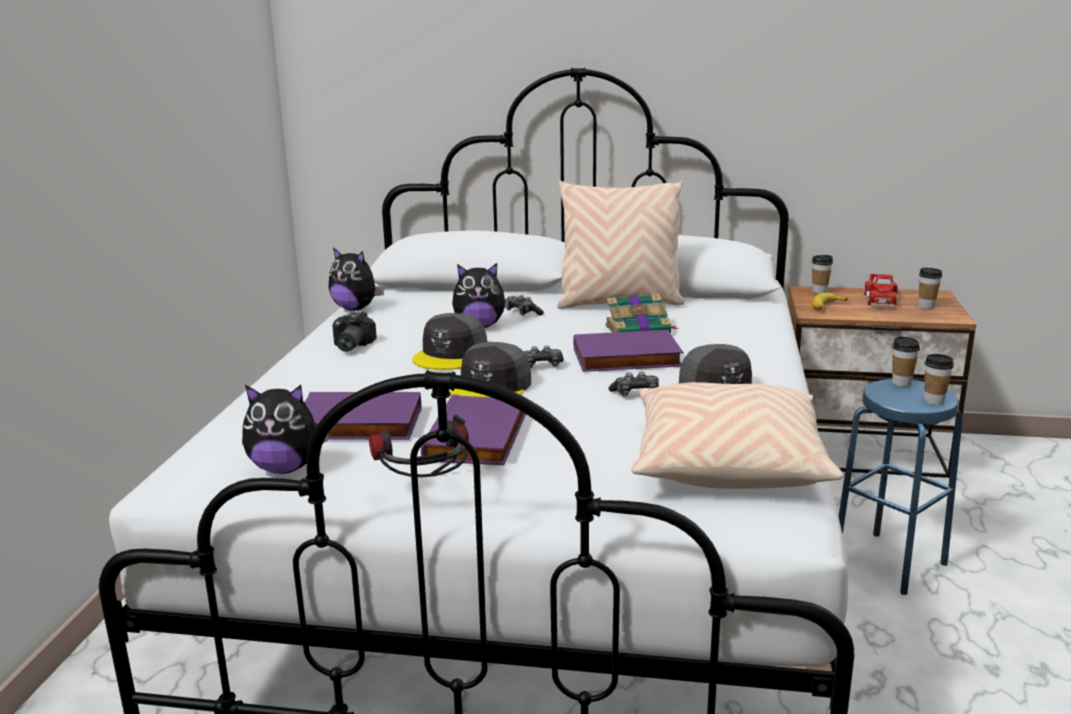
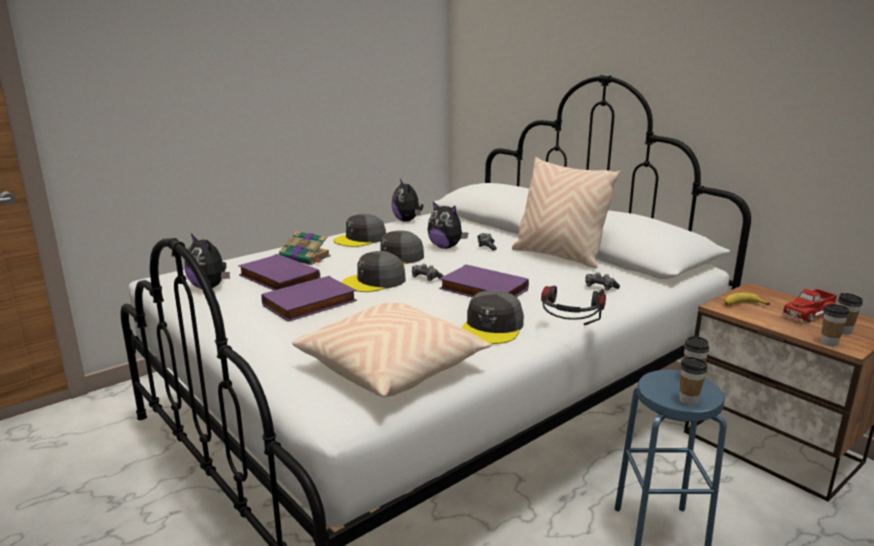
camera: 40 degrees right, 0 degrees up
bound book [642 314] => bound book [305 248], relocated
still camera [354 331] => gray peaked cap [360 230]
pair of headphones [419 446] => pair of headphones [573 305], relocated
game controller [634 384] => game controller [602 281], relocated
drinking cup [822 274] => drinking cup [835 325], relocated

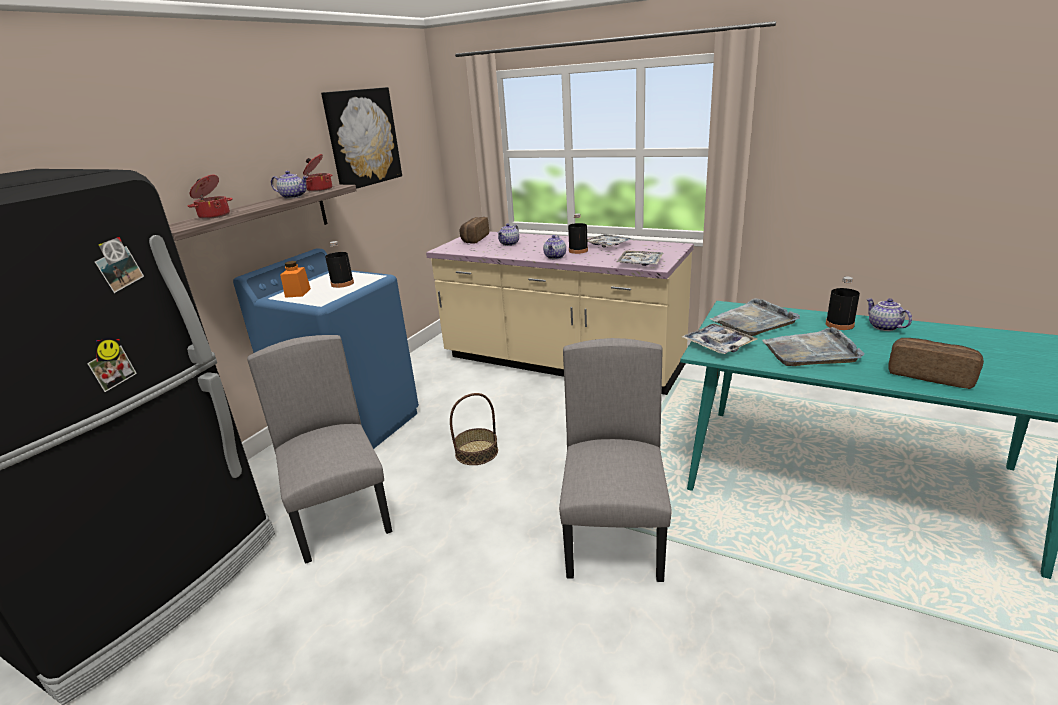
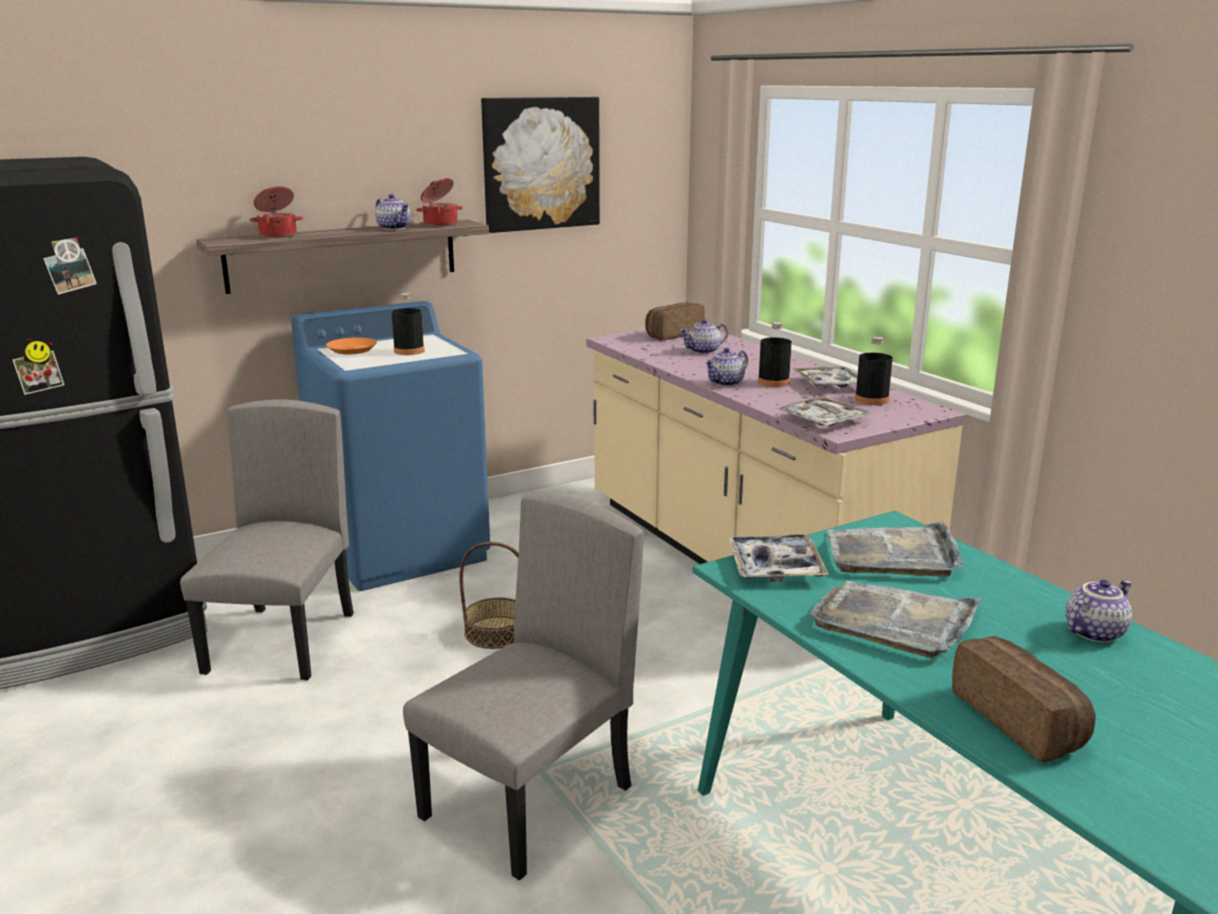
camera: 30 degrees right, 5 degrees down
orange jar [295 279] => orange plate [351 345]
black bottle [843 303] => black bottle [874 370], relocated
pot for tea [889 314] => pot for tea [1099 611], 45 degrees clockwise

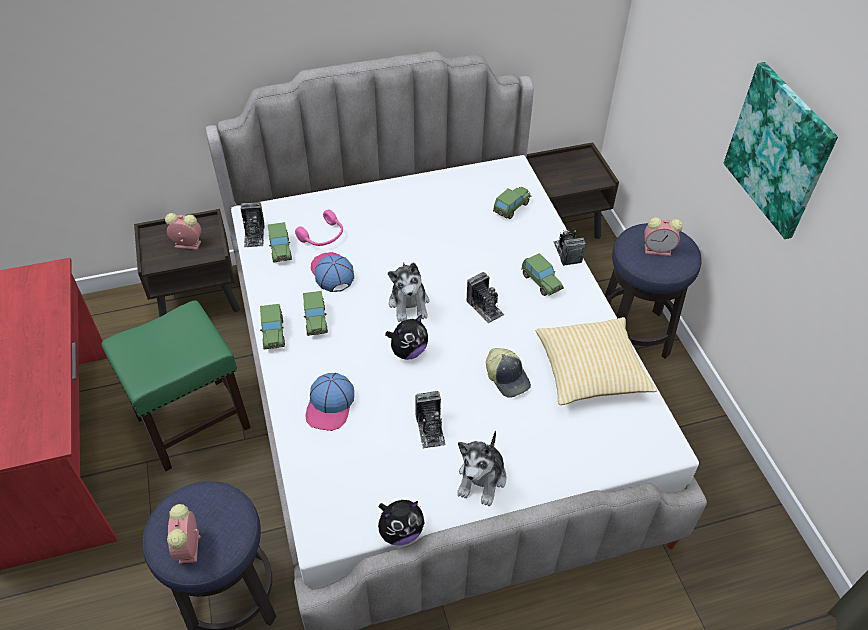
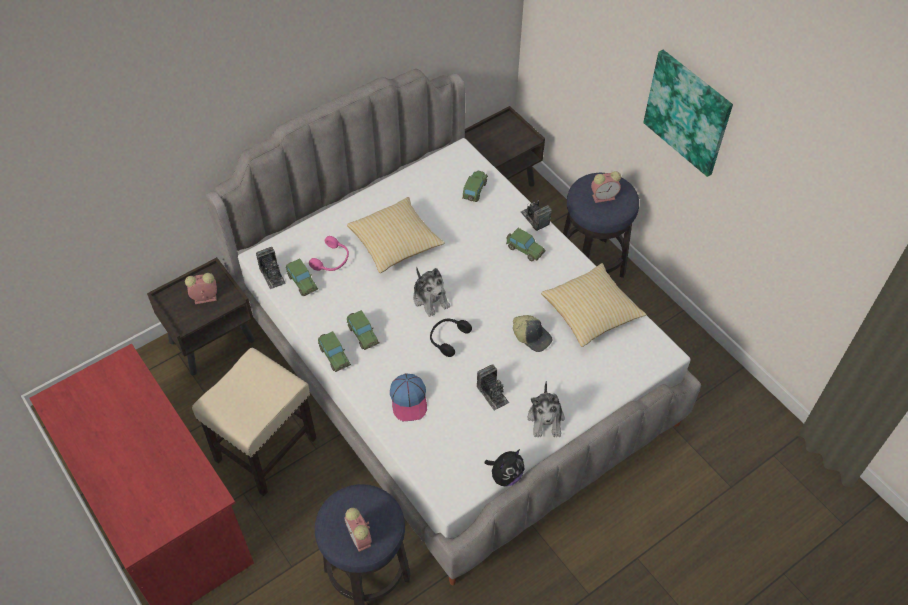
camera: 20 degrees left, 5 degrees up
green-coloured stool seat [176 385] => sand-coloured stool seat [254 422]
nothing => cushion [396 235]
plush toy [406 337] => black pair of headphones [451 338]
peaked cap [332 272] => nothing
still camera [485 298] => nothing

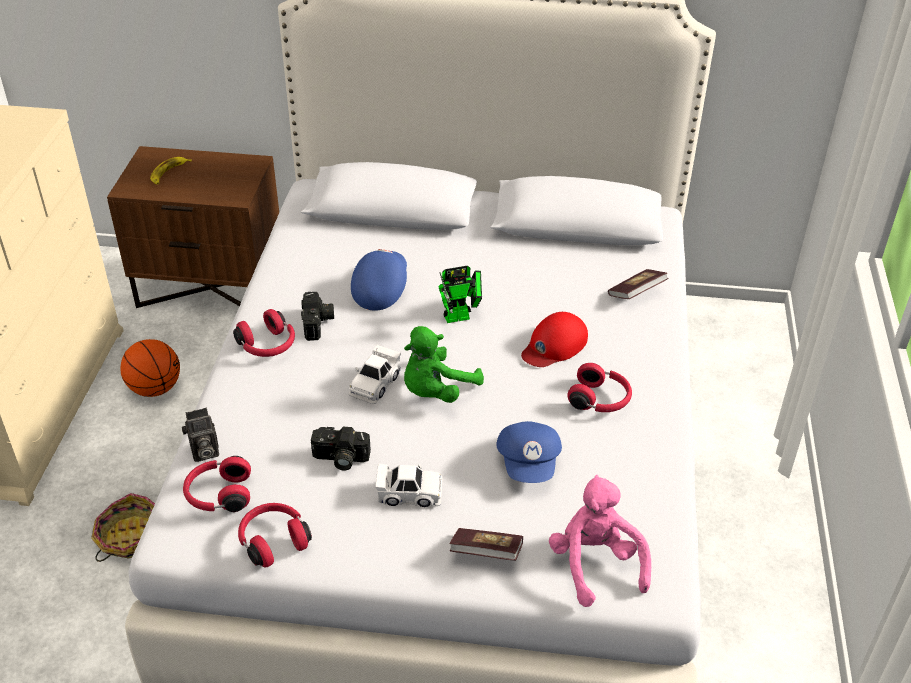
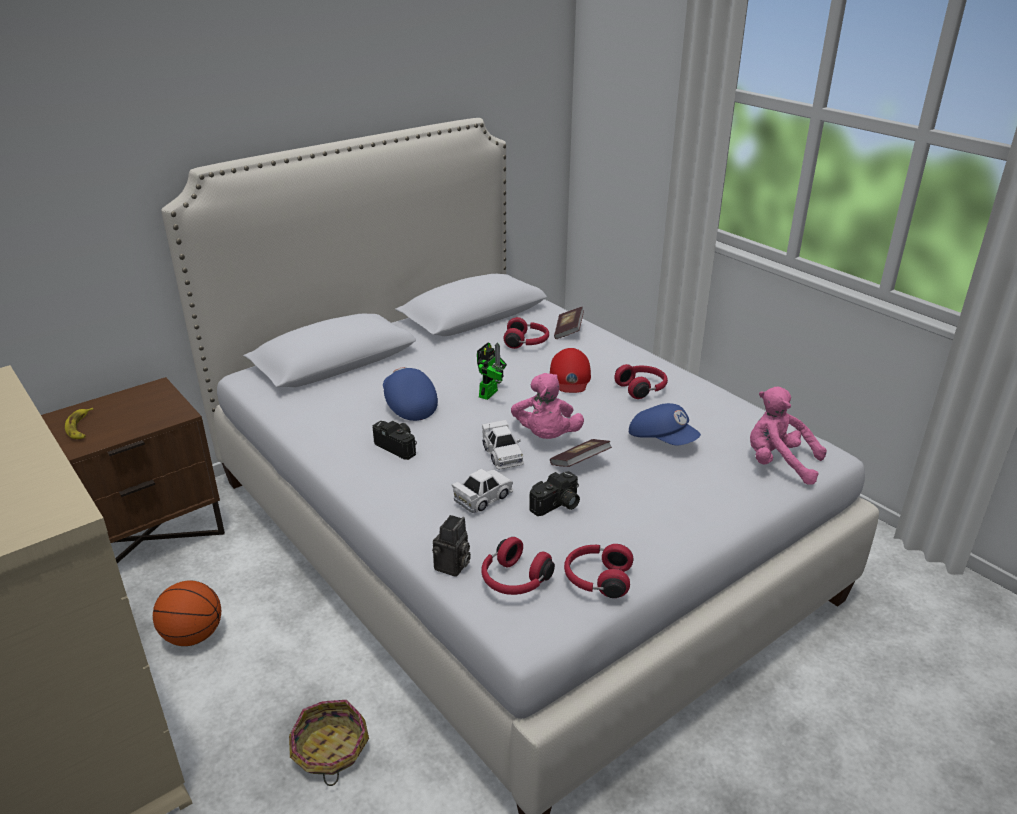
camera: 45 degrees left, 10 degrees down
white-coloured toy car [409 485] => white-coloured toy car [482 491], relocated
reddish pair of headphones [264 333] => reddish pair of headphones [526 333], relocated
green-coloured plush toy [444 364] => pink plush toy [547 406]
bound book [486 544] => bound book [581 453], relocated

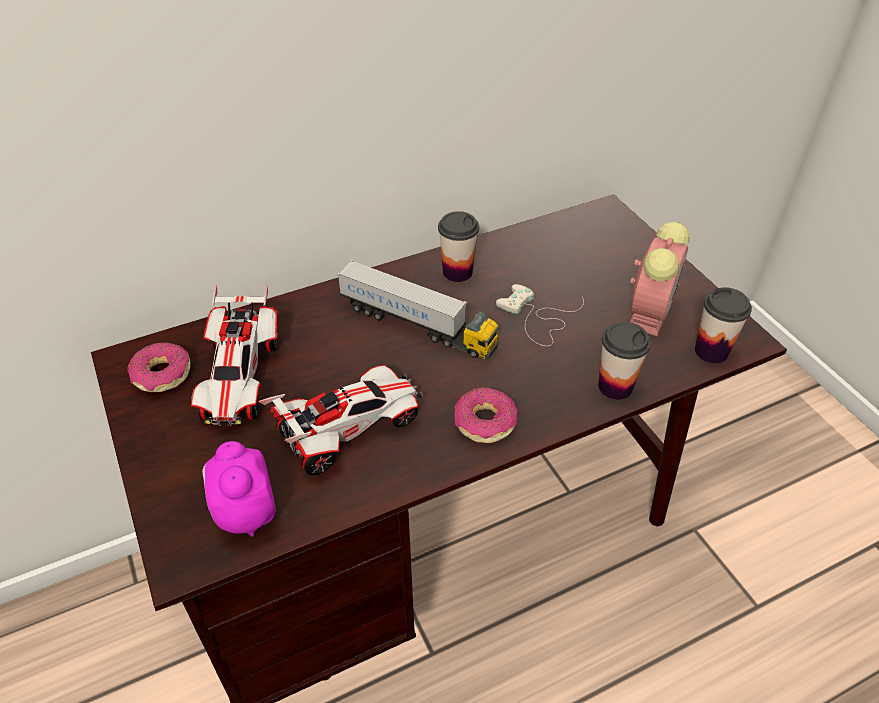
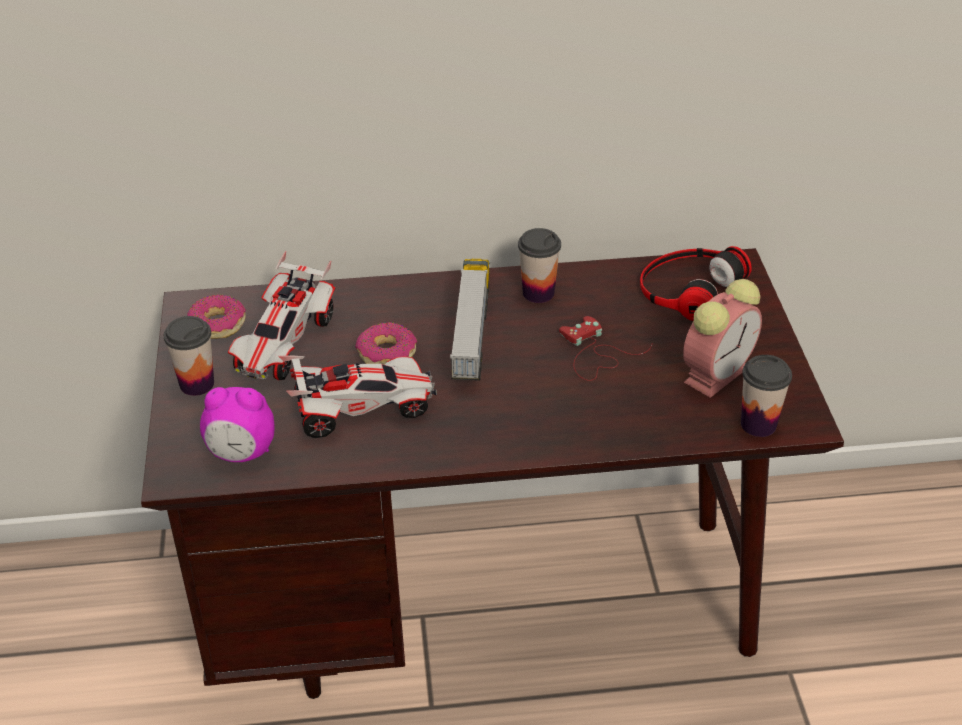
camera: 20 degrees right, 5 degrees down
drinking cup [624 361] => drinking cup [189 356], relocated
alarm clock [239 489] => alarm clock [237 424], 90 degrees counterclockwise
doughnut [486 415] => doughnut [386 343], relocated
toy lorry [418 310] => toy lorry [470 320], 135 degrees counterclockwise
white-coloured game controller [540 315] => reddish game controller [606 348]
nothing => pair of headphones [696 283]

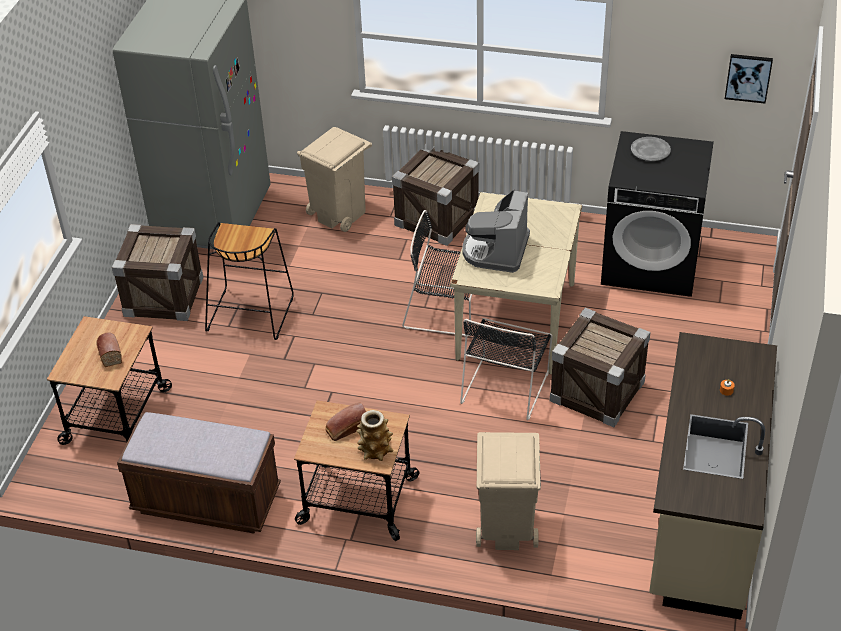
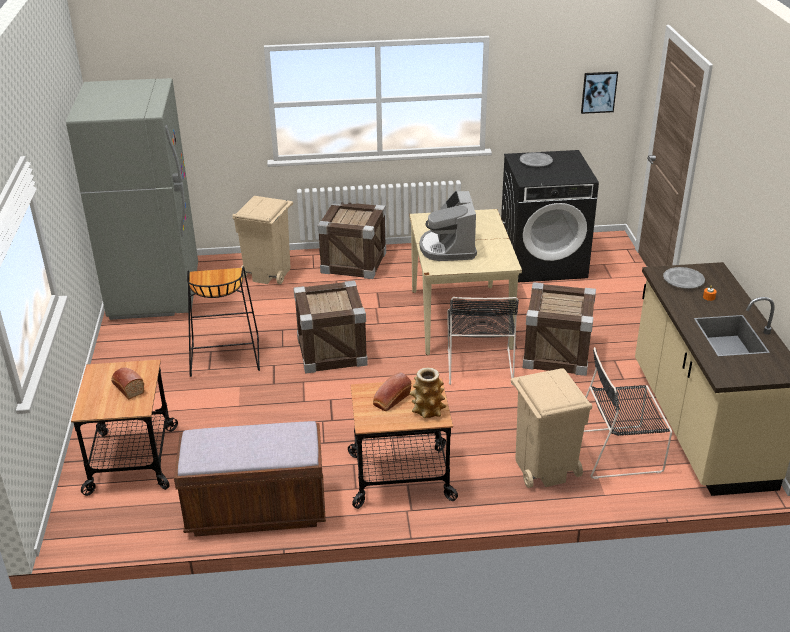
camera: 20 degrees left, 10 degrees down
packing crate [157 272] => packing crate [331 327], relocated
black chair [437 273] => black chair [628 413], relocated
nothing => gray plate [684 278]

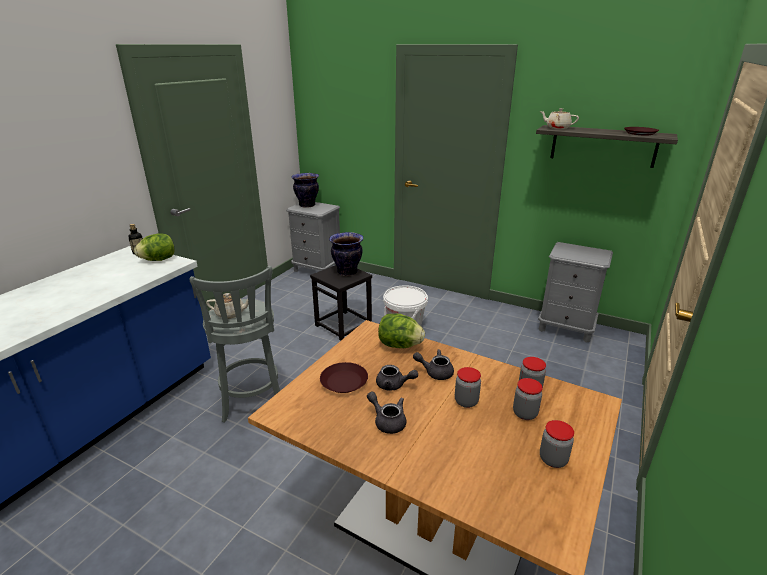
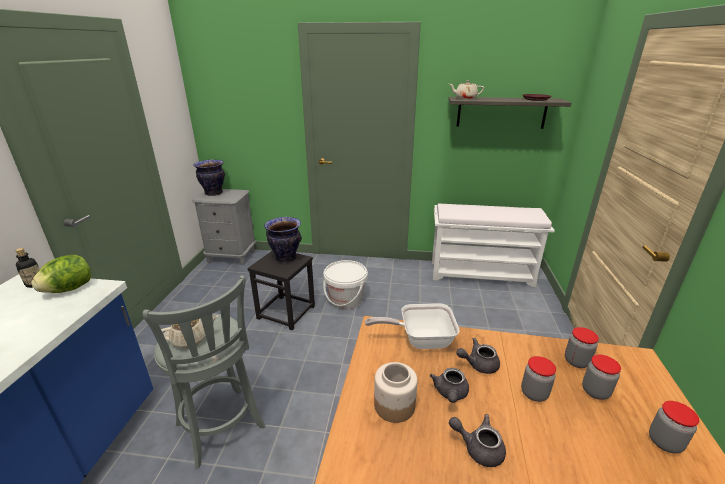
camera: 20 degrees left, 0 degrees up
lettuce [401 331] => frying pan [412 326]
brown-coloured plate [344 377] => jar [395 392]
gray pot for tea [397 378] => gray pot for tea [449 385], 105 degrees clockwise
gray night table [575 292] => white-coloured indoor bench [493 245]

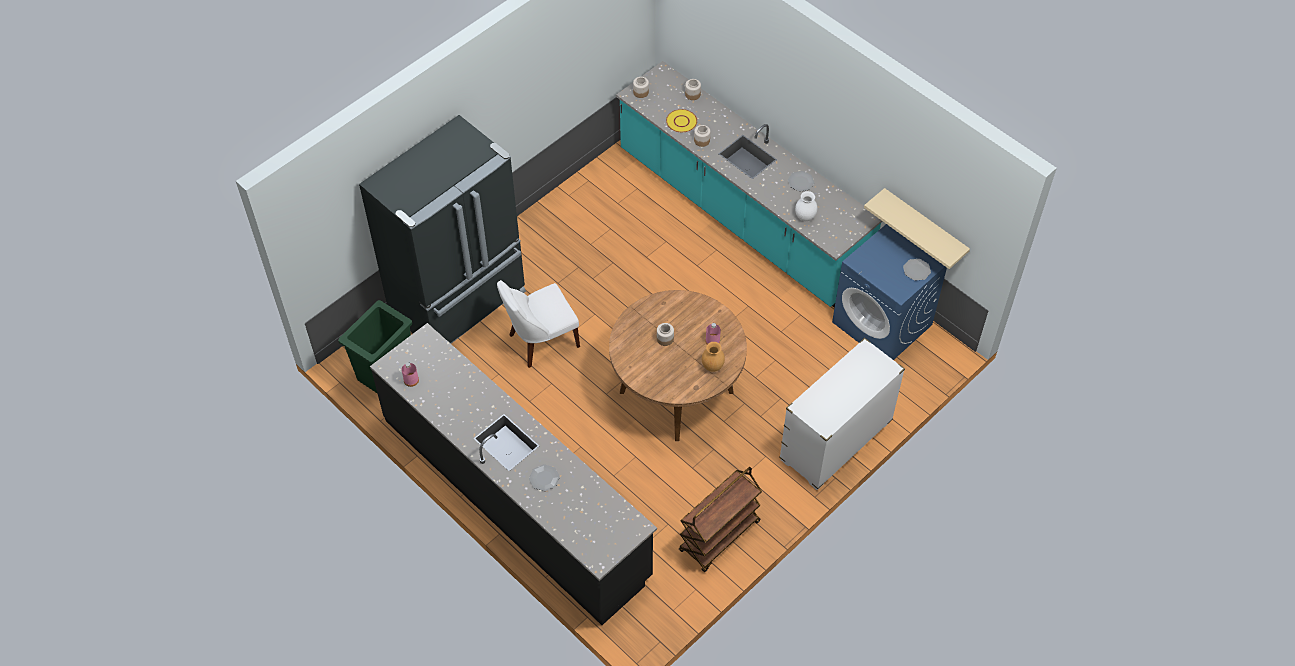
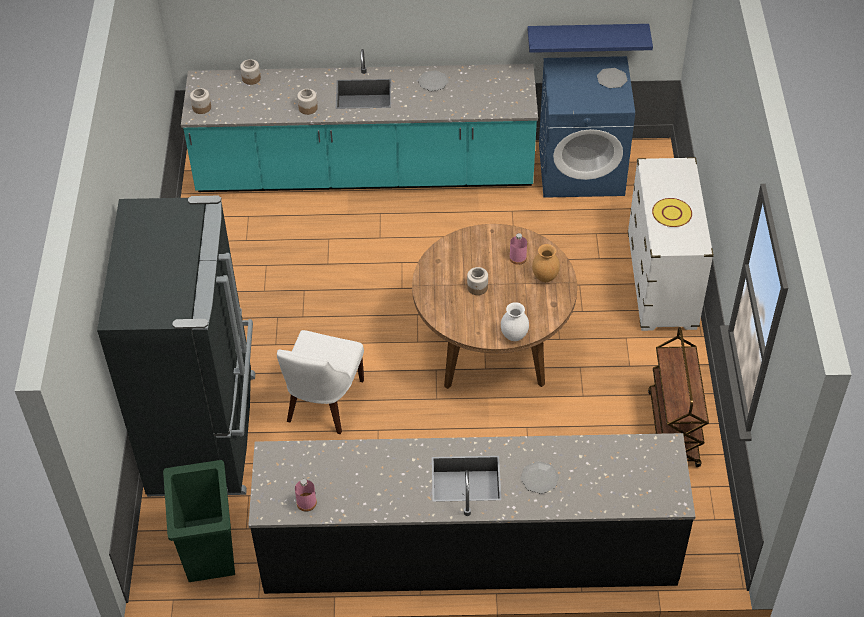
camera: 45 degrees left, 5 degrees down
white-coloured vase [806 206] => white-coloured vase [515 321], relocated
sand-coloured shelf [917 228] => bluish shelf [590 38]
yellow plate [681 120] => yellow plate [672 212], relocated

